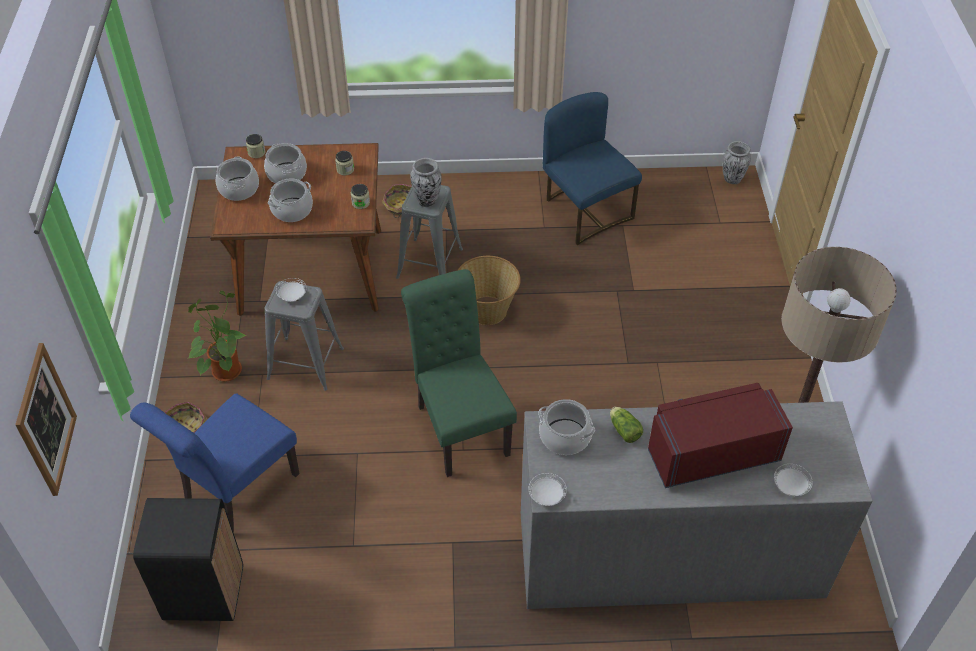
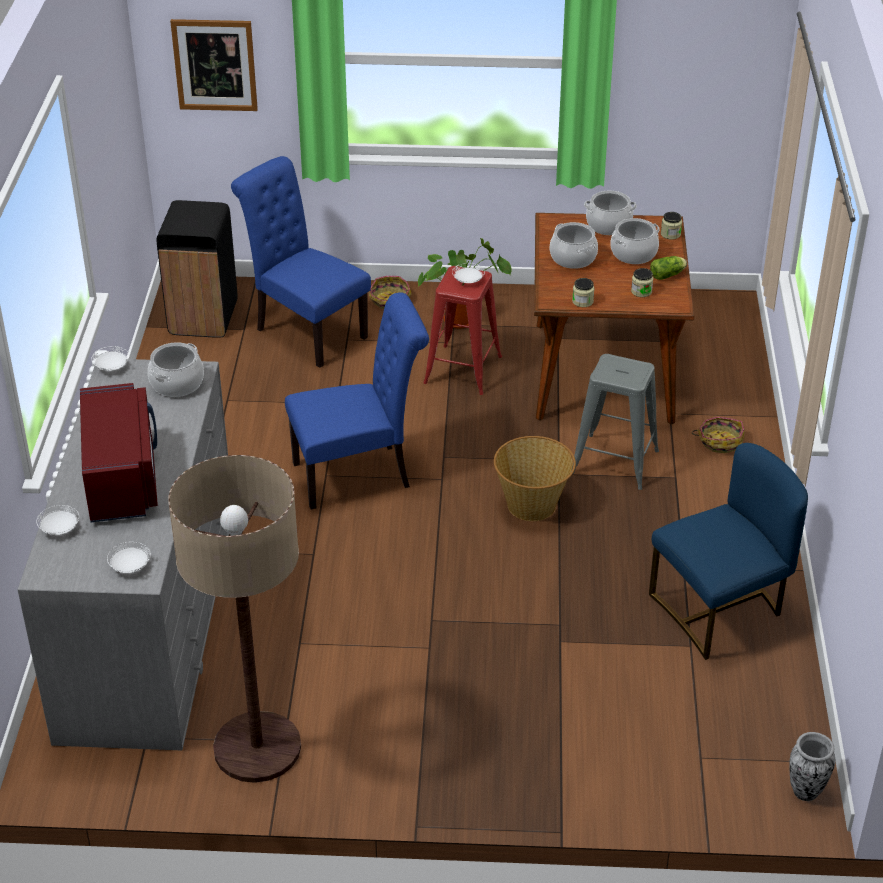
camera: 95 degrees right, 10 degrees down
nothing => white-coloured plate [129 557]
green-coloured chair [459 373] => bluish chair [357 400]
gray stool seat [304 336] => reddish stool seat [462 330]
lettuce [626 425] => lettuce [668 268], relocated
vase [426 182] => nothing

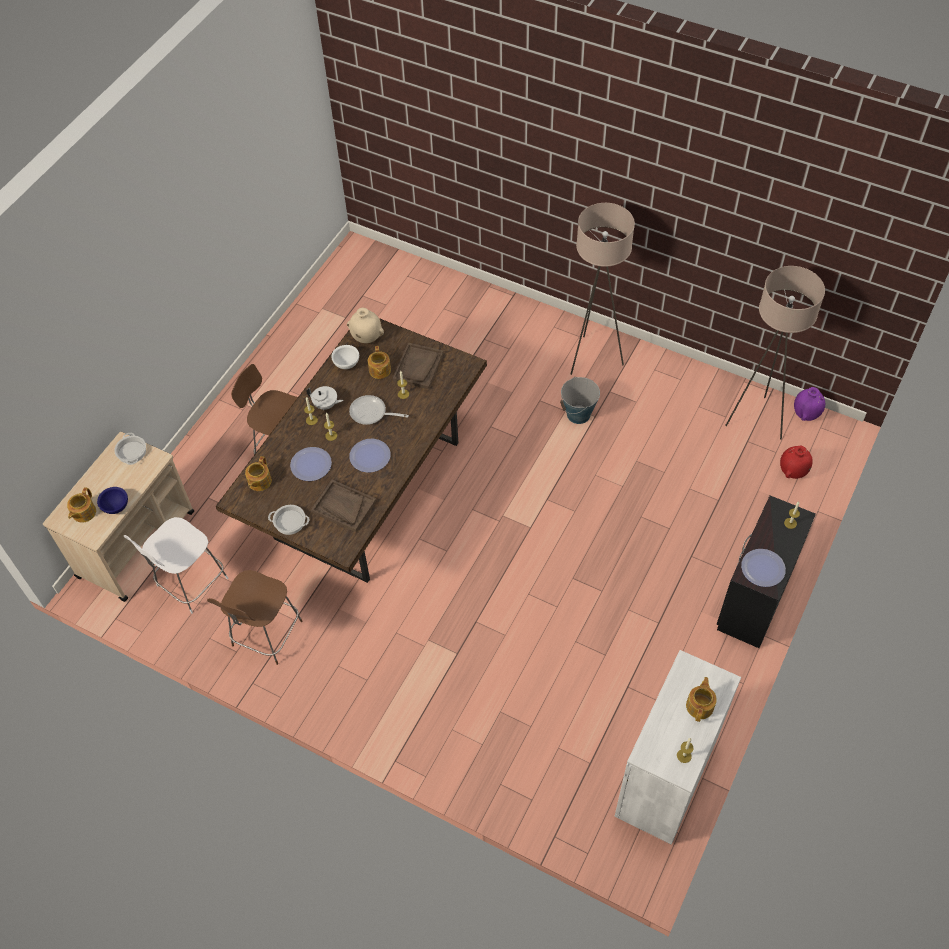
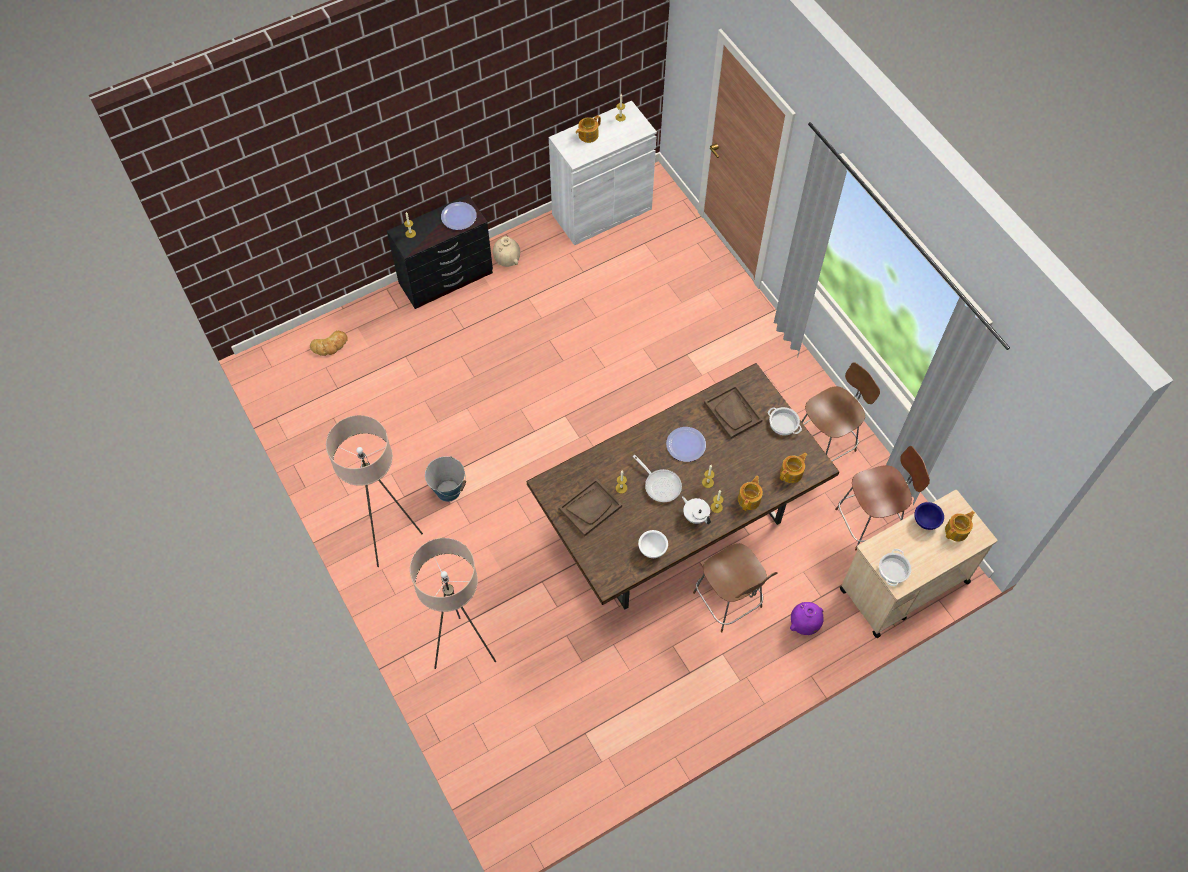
camera: 150 degrees left, 5 degrees up
reddish vase [796 462] => bread [329 343]
sand-coloured floor lamp [775 353] => sand-coloured floor lamp [453 603], relocated
sand-coloured vase [365 325] => sand-coloured vase [506 251], relocated
pot for tea [379 362] => pot for tea [750 493], relocated
purple-coloured vase [809 404] => purple-coloured vase [807 618], relocated
white-coloured chair [176 565] => brown-coloured chair [882 498]
plate [311 464] => nothing

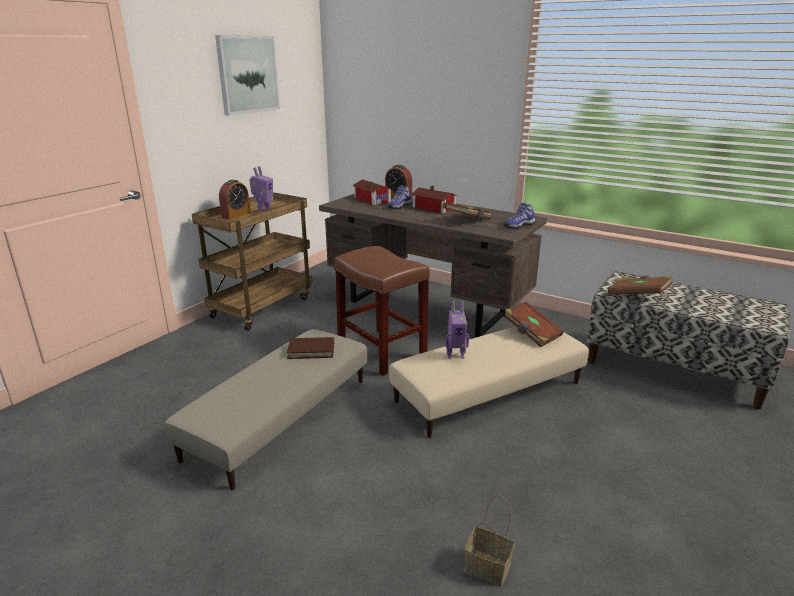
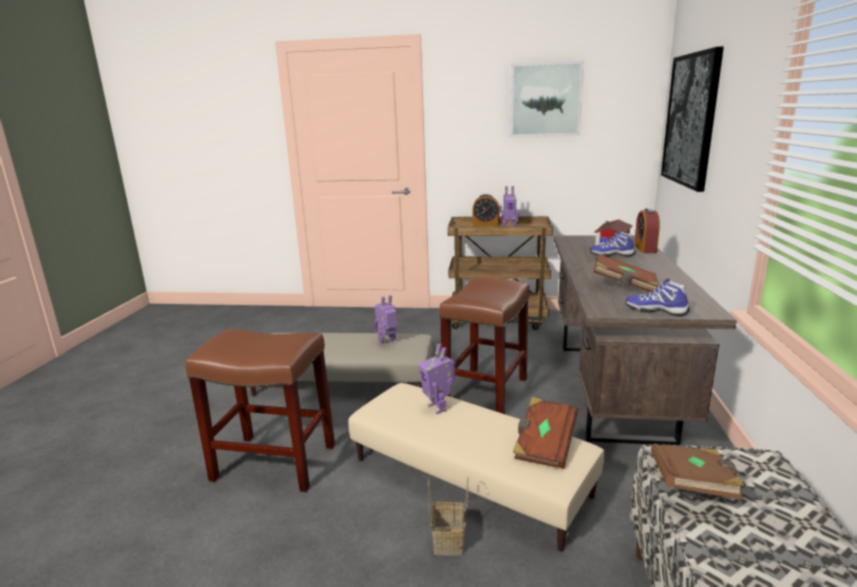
camera: 65 degrees right, 5 degrees down
nothing => brown-coloured stool seat [260 410]
brown-coloured bound book [310 348] => toy robot [385 321]
household basket [490 540] => household basket [448 516], relocated
nothing => picture [692 119]
miniature house [434 200] => nothing

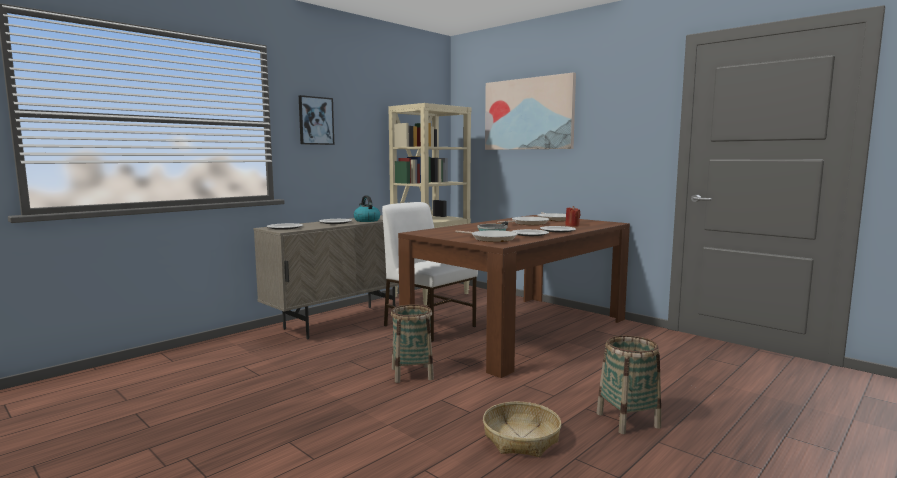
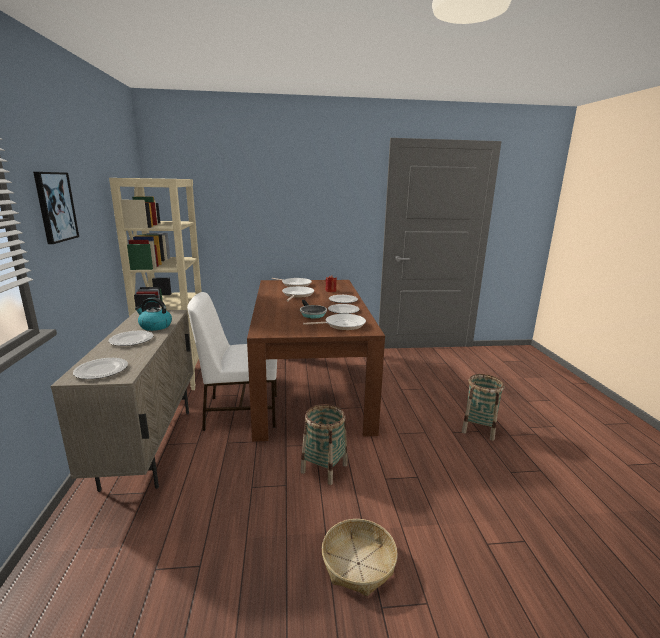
camera: 50 degrees left, 10 degrees up
household basket [522 429] => household basket [360 557], relocated
picture [530 111] => nothing

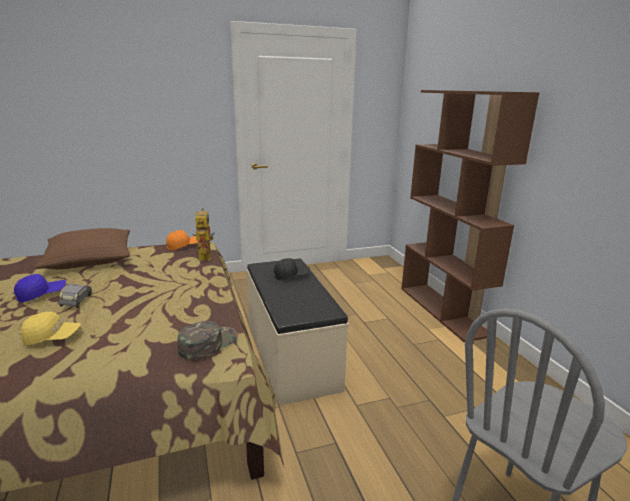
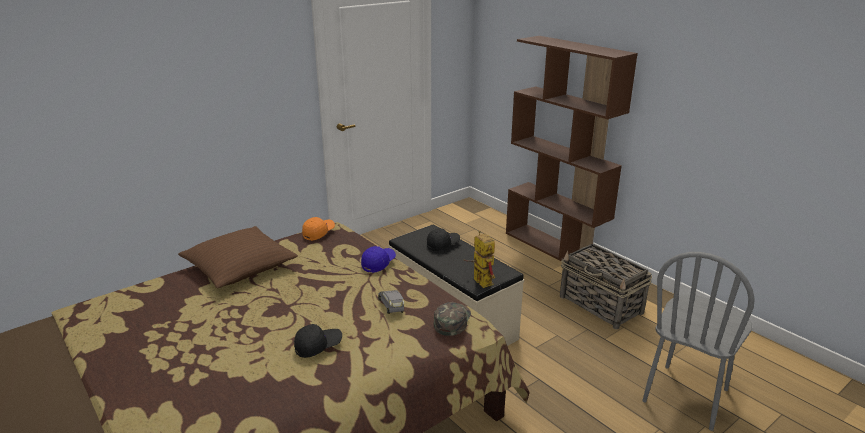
camera: 20 degrees left, 5 degrees up
yellow peaked cap [51 328] => black peaked cap [318 341]
bluish peaked cap [40 288] => bluish peaked cap [378 259], relocated
gray toy car [75 296] => gray toy car [391 302], relocated
toy robot [203 234] => toy robot [479 259], relocated
nothing => household basket [606 286]

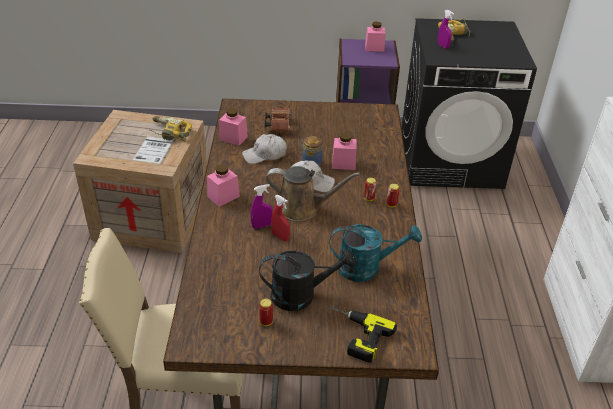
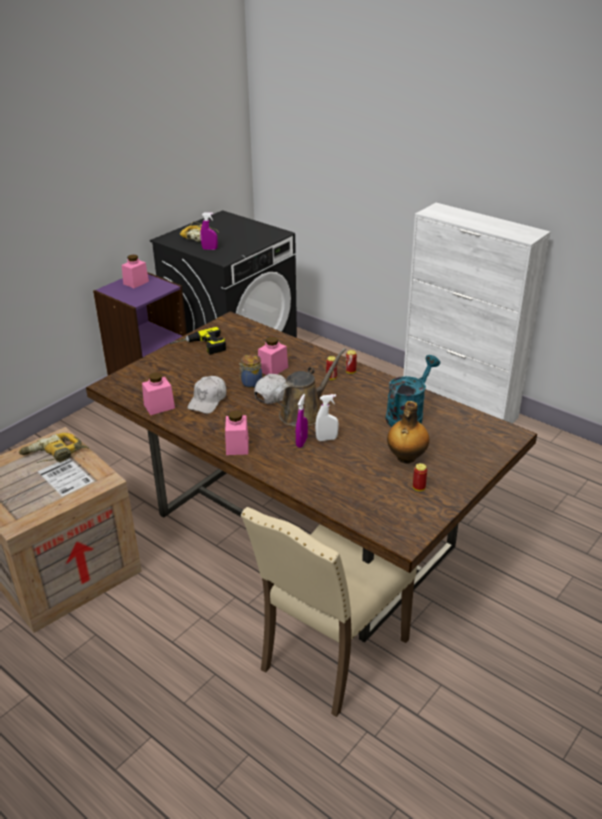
camera: 50 degrees left, 5 degrees down
drill [362 334] => drill [198 341], relocated
reddish hand sprayer [280 218] => white-coloured hand sprayer [327 417]
black watering pot [307 280] => bottle [408 432]
brown-coloured field glasses [278 120] => nothing

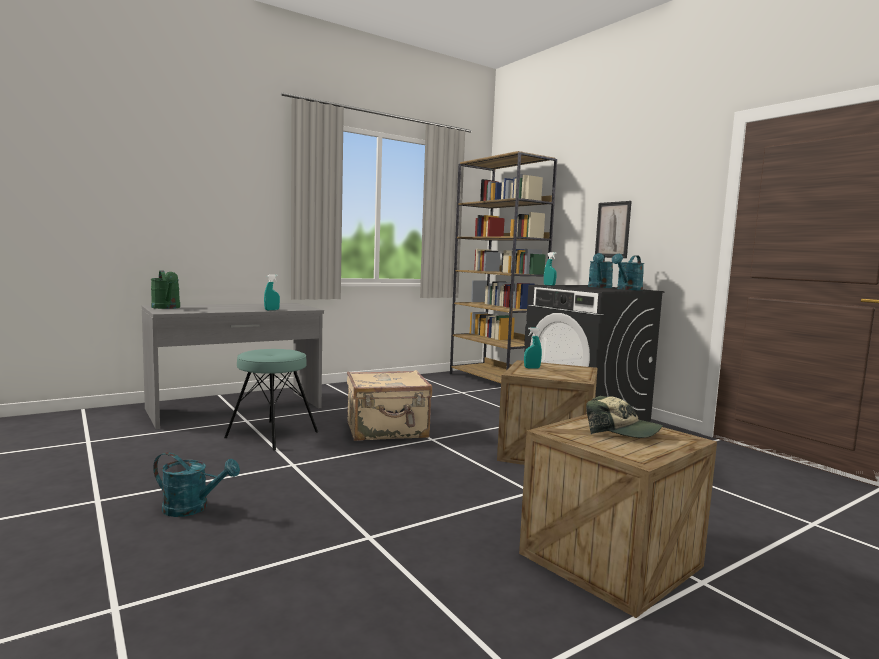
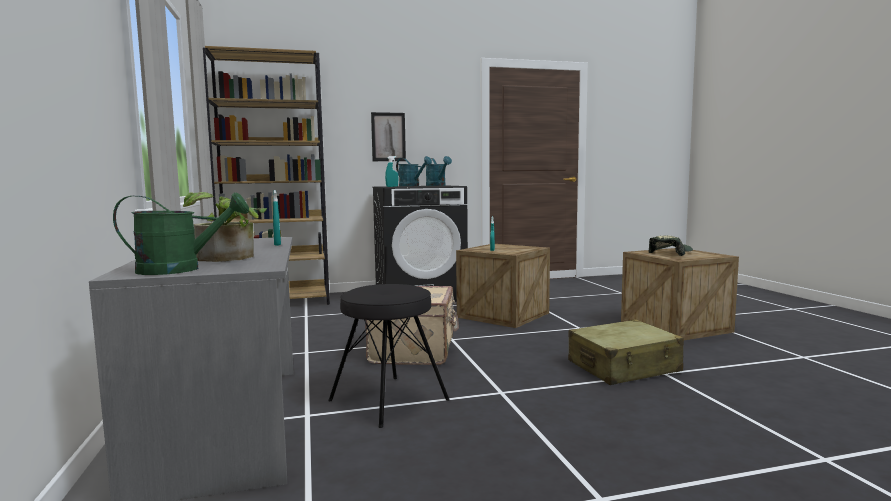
camera: 70 degrees left, 0 degrees up
nothing => houseplant [225 227]
turquoise stool seat [271 399] => black stool seat [389 356]
nothing => sand-coloured piece of luggage [626 352]
turquoise watering pot [196 484] => nothing

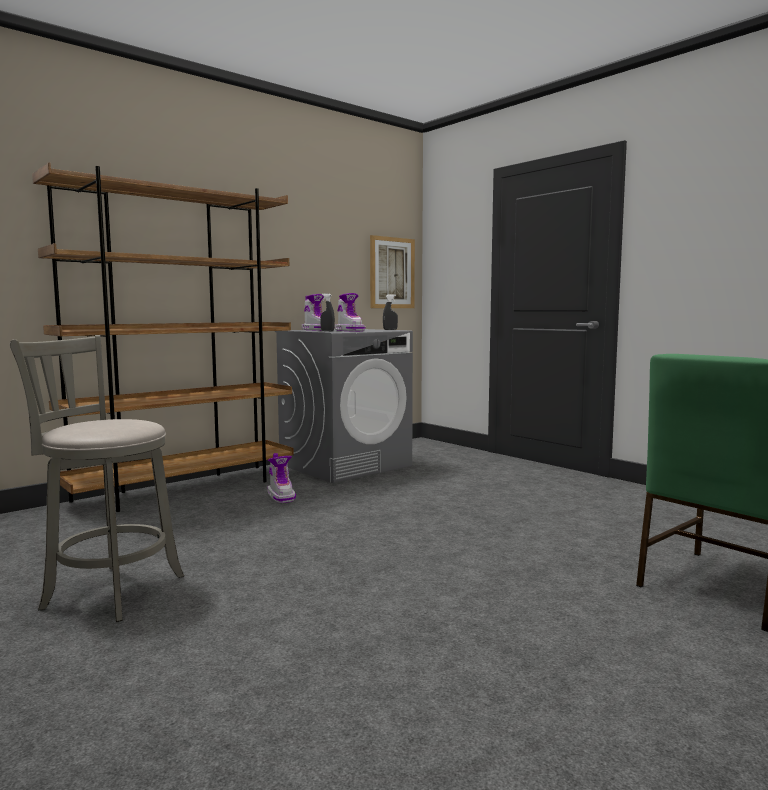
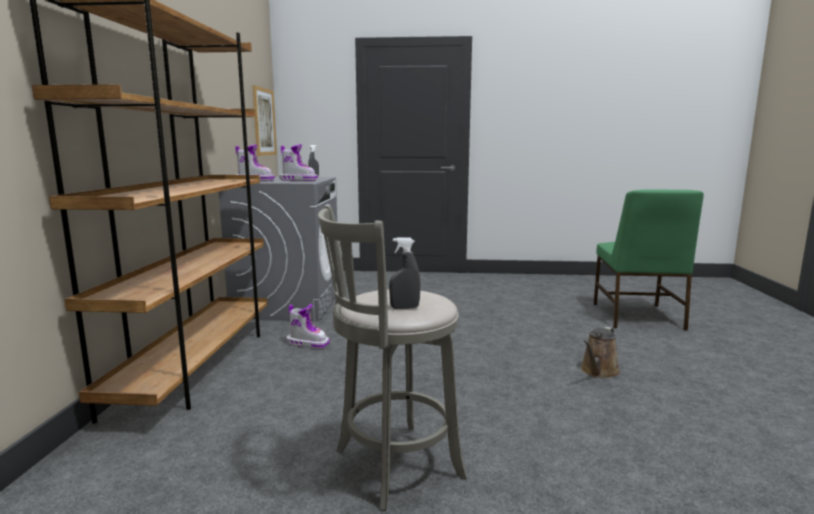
camera: 45 degrees left, 5 degrees up
gray hand sprayer [327 312] => gray hand sprayer [405 273], relocated
nothing => brown-coloured watering pot [600 352]

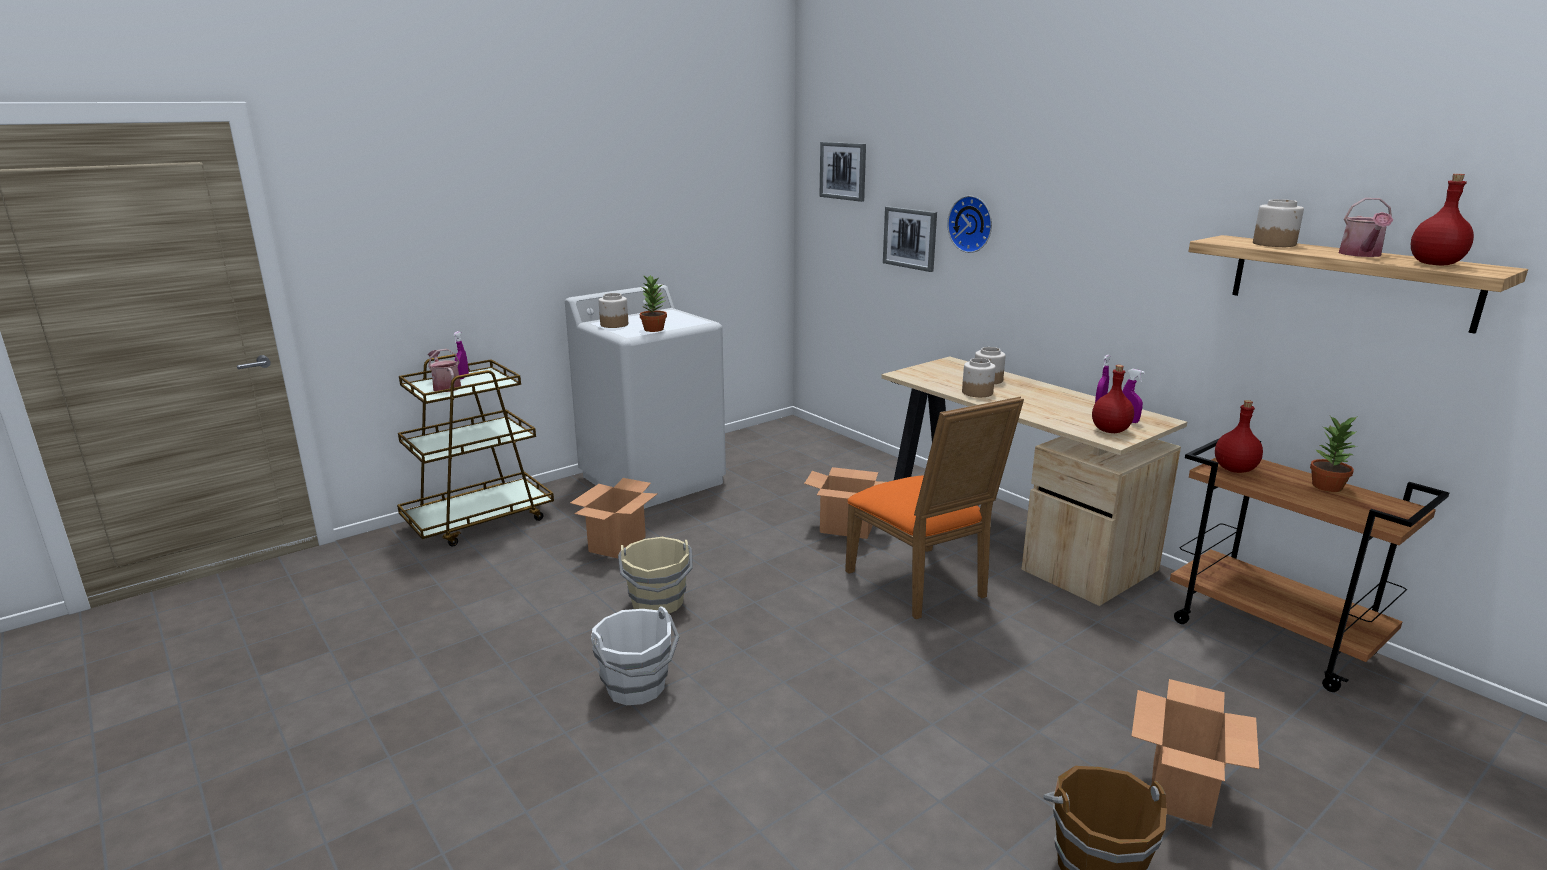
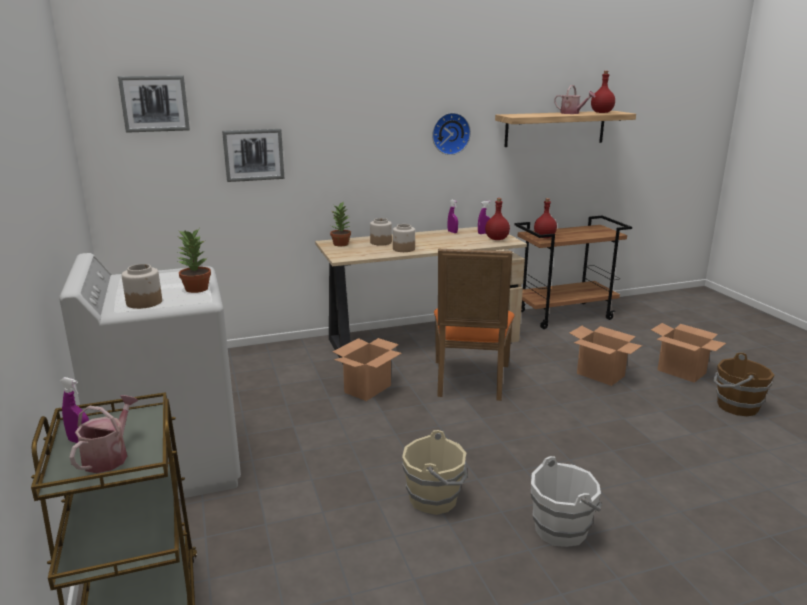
camera: 70 degrees left, 0 degrees up
watering pot [444 370] => watering pot [103 434], 120 degrees clockwise
houseplant [1334 454] => houseplant [340 224], relocated
wall clock [969 224] => wall clock [451 134], relocated
orange chair [934 507] => orange chair [474 325], 105 degrees clockwise
cardboard box [613 518] => cardboard box [606 356], relocated
jar [1278 223] => nothing

